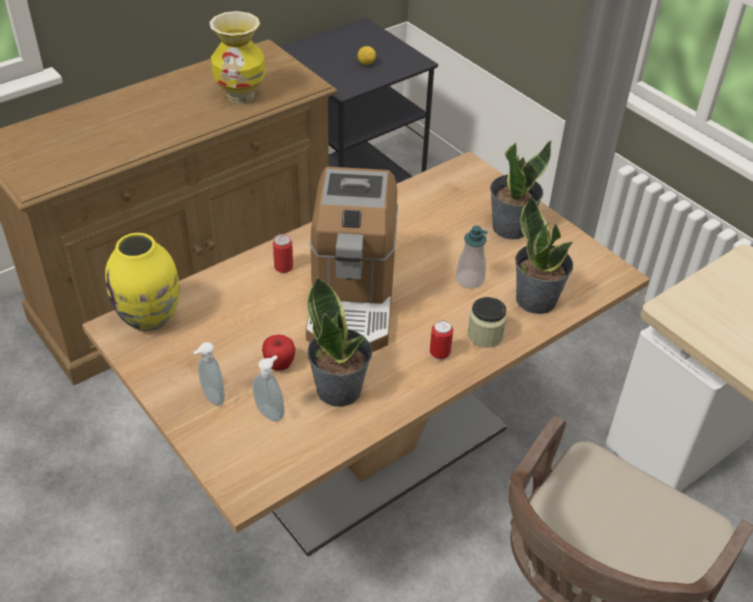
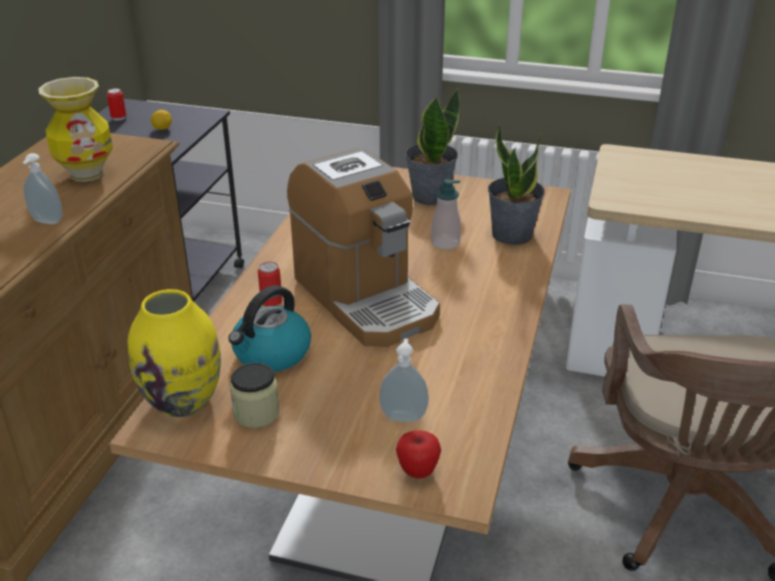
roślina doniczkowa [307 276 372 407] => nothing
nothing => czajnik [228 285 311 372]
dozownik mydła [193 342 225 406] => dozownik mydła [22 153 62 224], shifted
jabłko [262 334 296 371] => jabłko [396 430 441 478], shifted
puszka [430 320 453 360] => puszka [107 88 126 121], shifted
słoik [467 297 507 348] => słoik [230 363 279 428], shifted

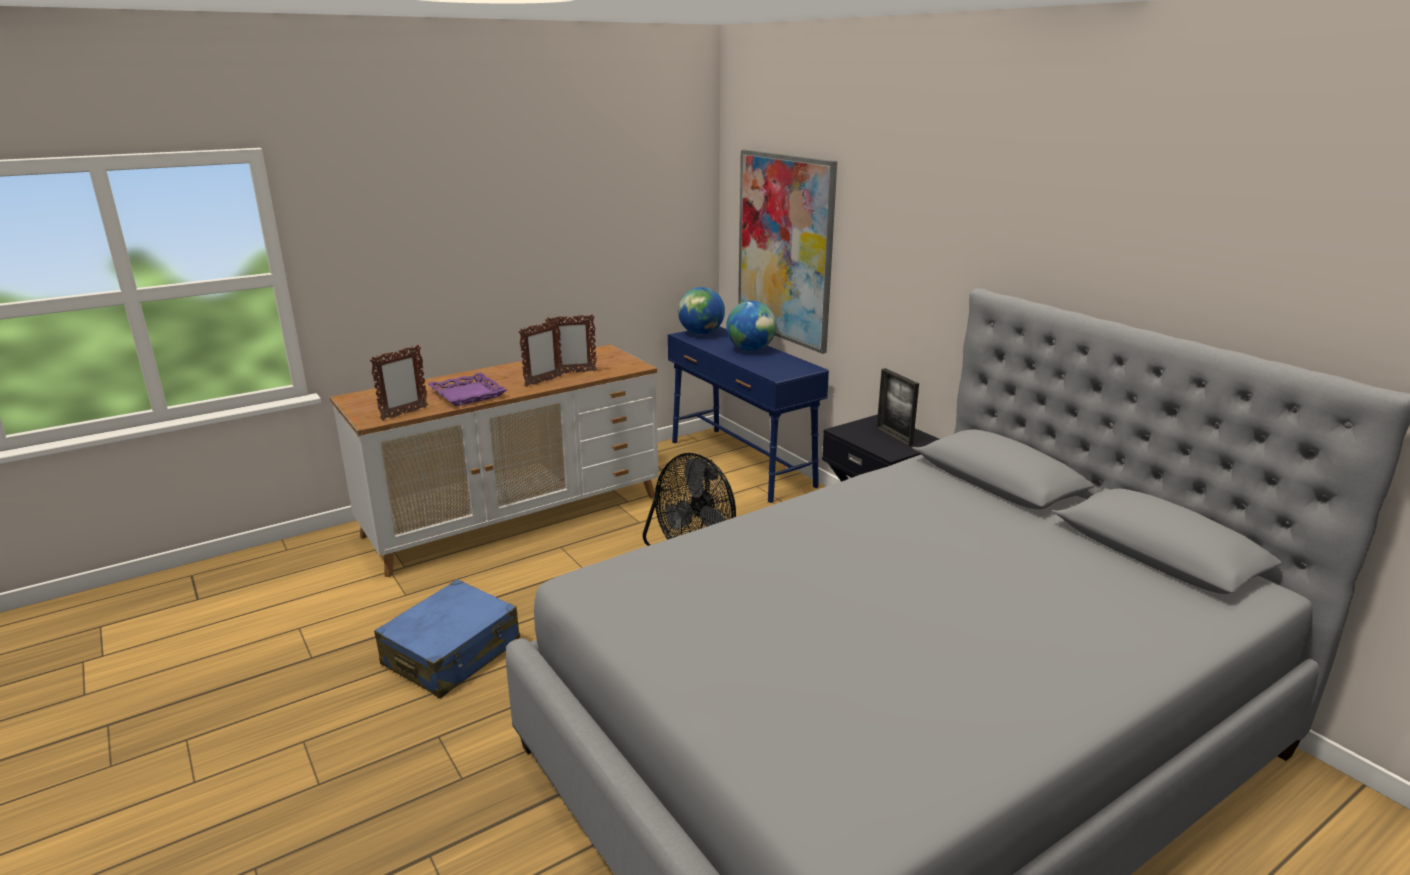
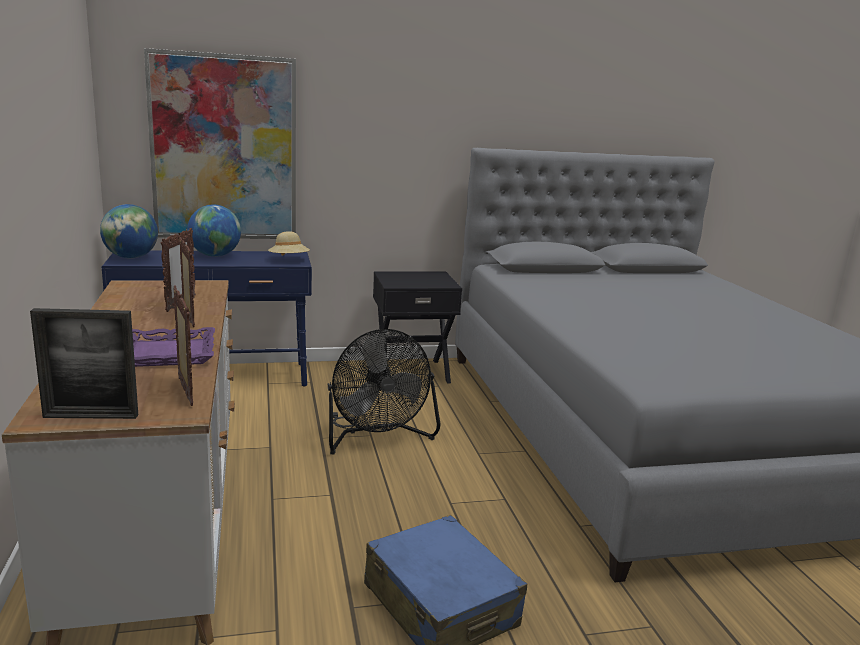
nothing => kapelusz [beżowy] [268 231 310 256]
ramka na zdjęcie [877 368 919 446] => ramka na zdjęcie [30 308 138 419], shifted

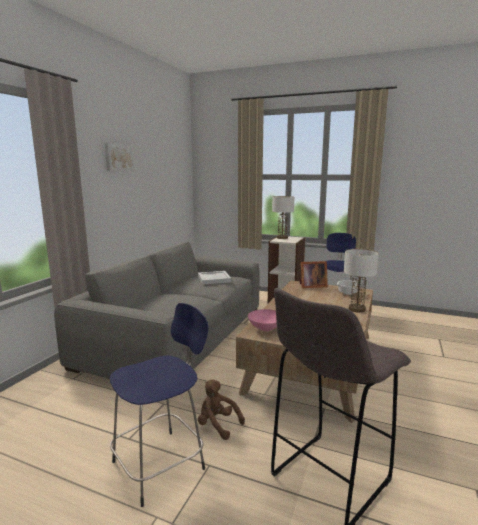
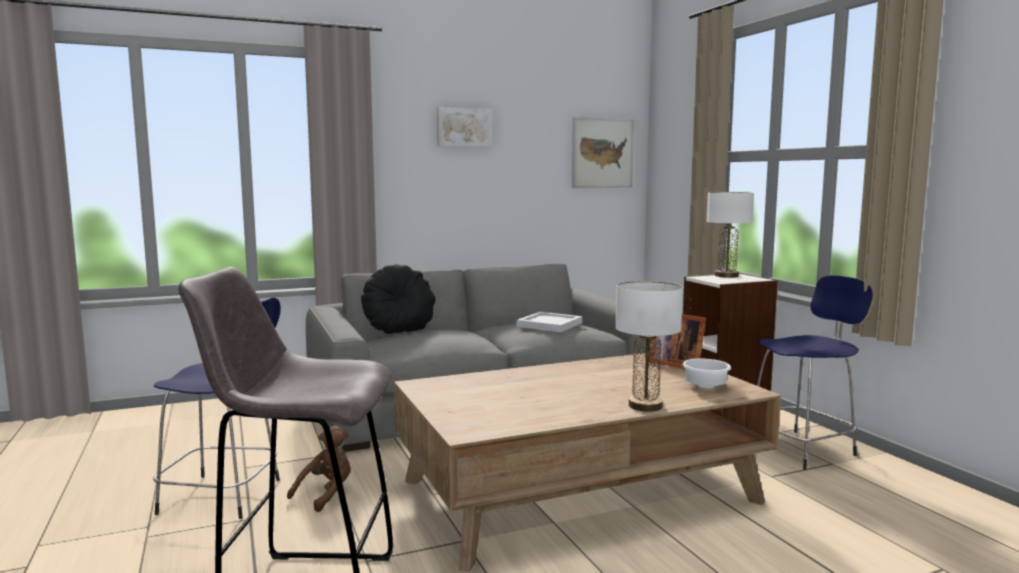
miska [różowy] [248 309 277 331] => nothing
nothing => poduszka [czarny] [361 264 435 334]
nothing => obraz [572 117 634 188]
pluszak [brązowy] [198 380 245 440] => pluszak [brązowy] [287 426 351 512], 45 degrees clockwise

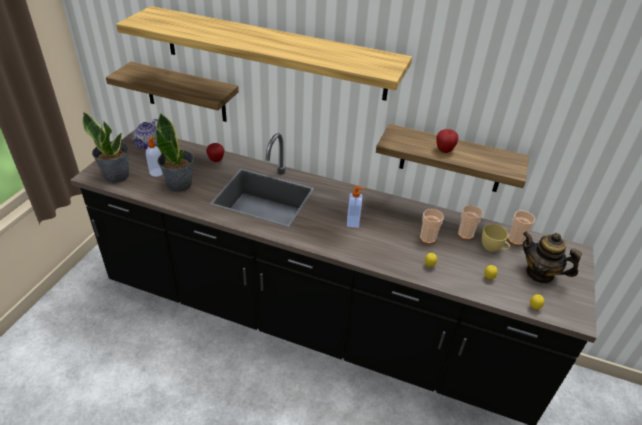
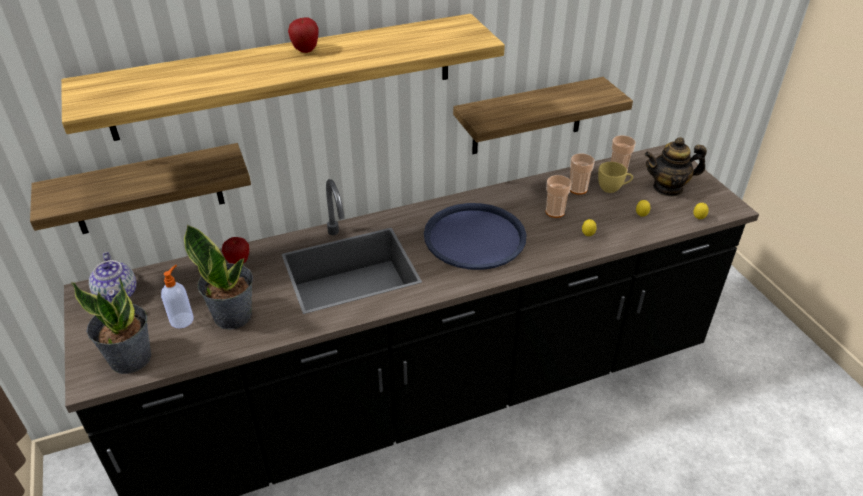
jabłko [436 129 458 153] => jabłko [288 18 318 53], shifted
dozownik mydła [347 186 365 228] => taca [niebieski] [424 203 527 270]

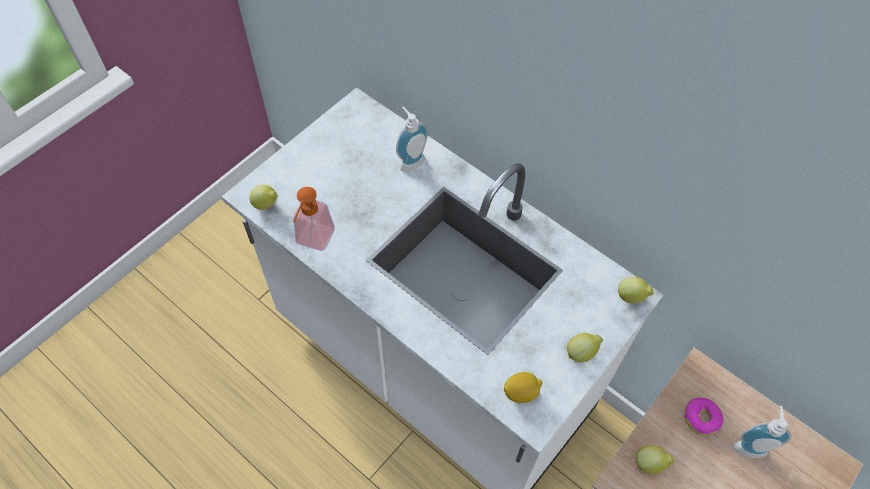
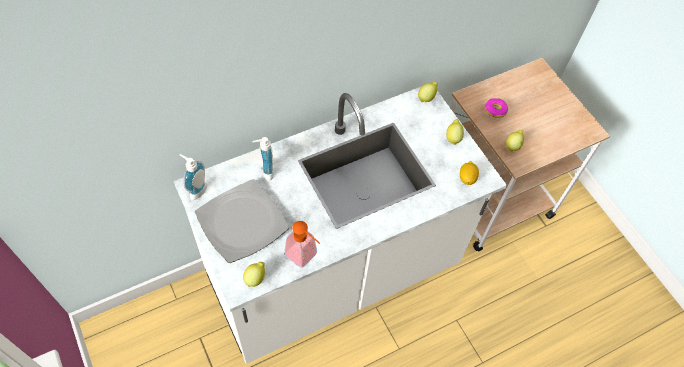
nothing => talerz [195 179 289 263]
dozownik mydła [733 406 792 458] => dozownik mydła [180 154 207 200], shifted

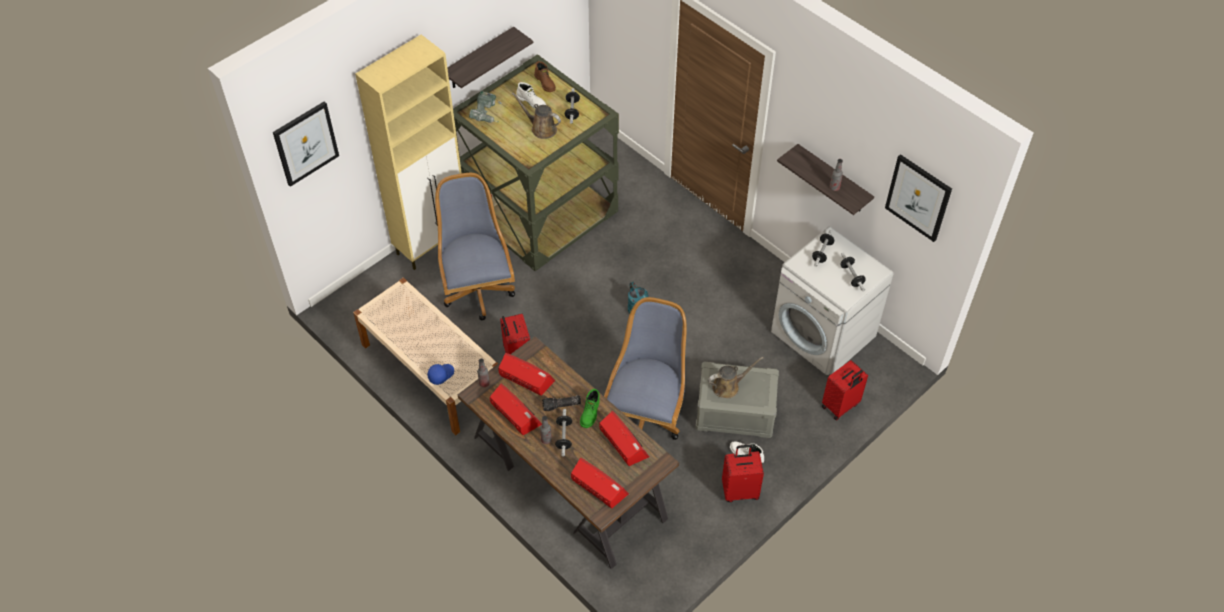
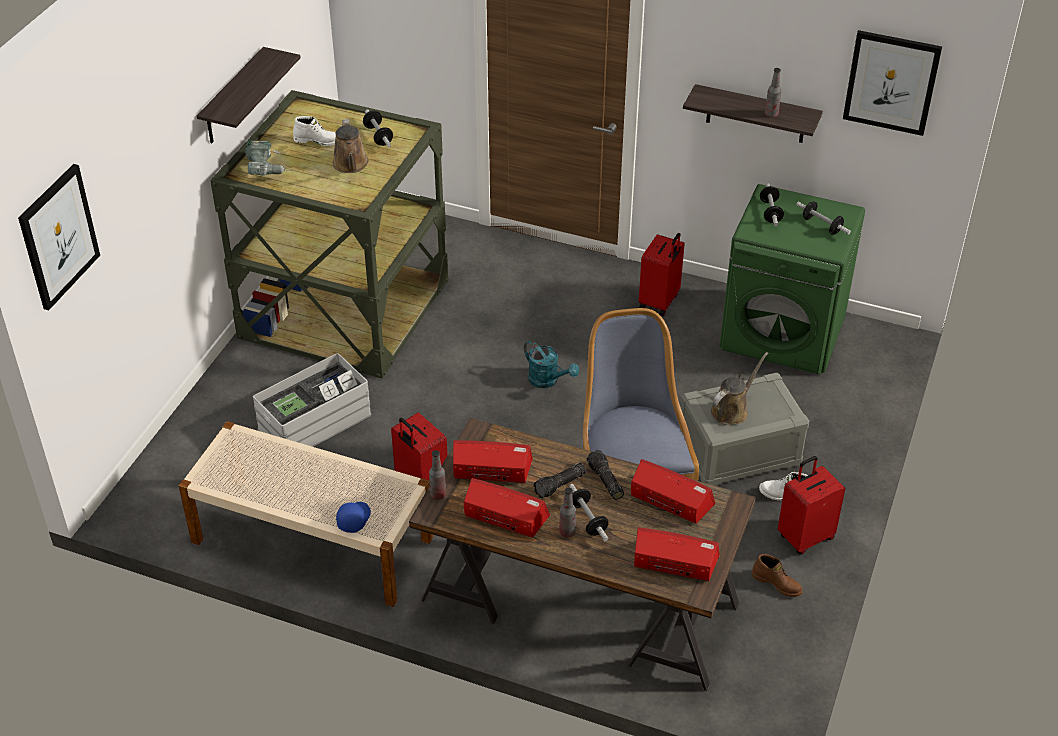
szafka [beżowy] [355 35 462 270] => nothing
but z cholewką [brązowy] [534 61 556 92] => but z cholewką [brązowy] [752 554 803 597], shifted
walizka [czerwony] [822 360 868 420] => walizka [czerwony] [639 233 685 316], shifted
krzesło biurowe [niebieski] [435 173 515 320] => pojemnik do przechowywania [szary] [253 353 371 458]
but z cholewką [zielony] [580 389 600 428] => latarka [587 450 624 500]
pralka [biały] [771 226 893 375] => pralka [zielony] [720 184 865 375]
konewka [brązowy] [512 93 561 139] => konewka [brązowy] [333 119 369 173], 105 degrees counterclockwise

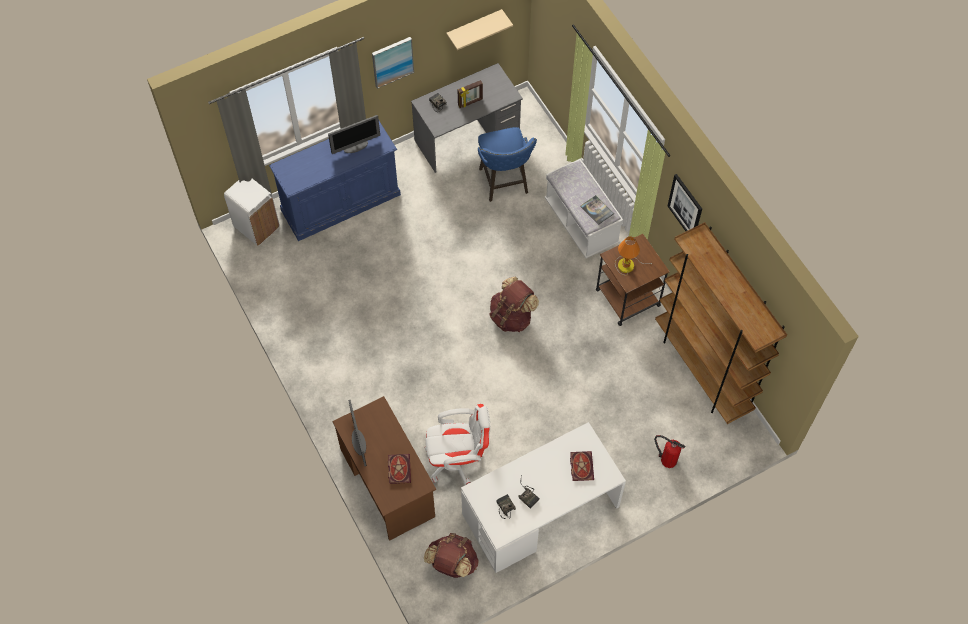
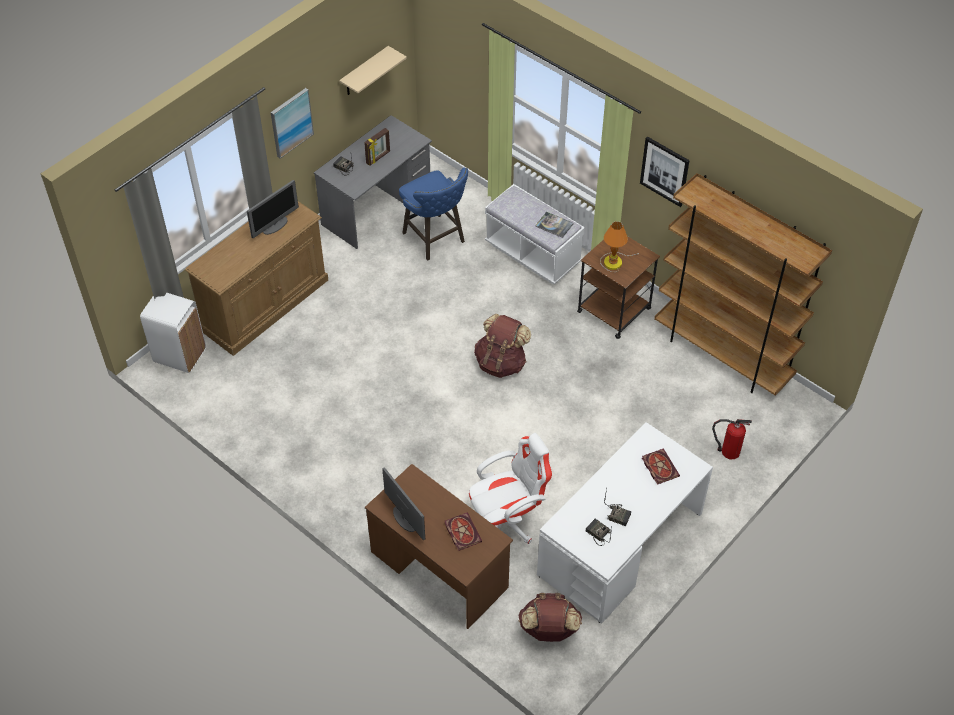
szafka [niebieski] [269 121 401 241] => szafka [brązowy] [185 201 328 356]

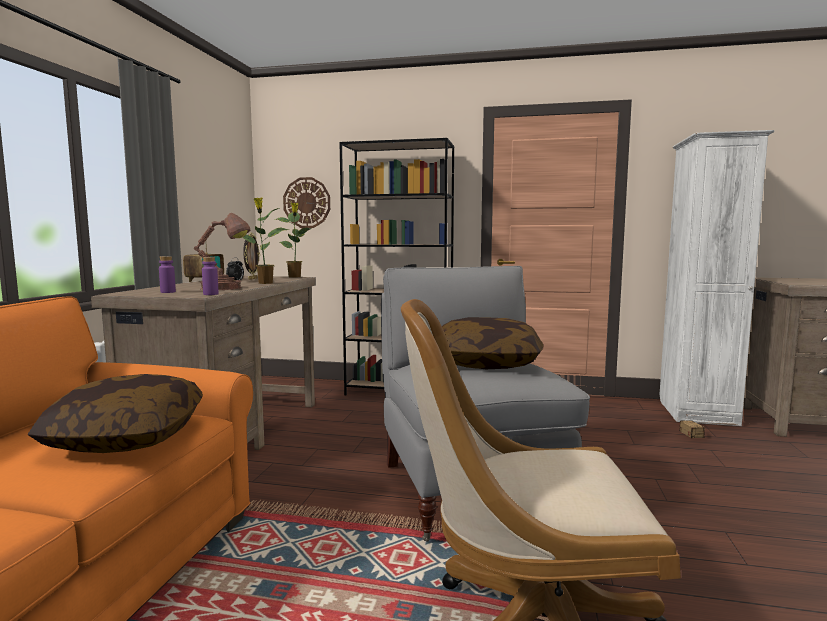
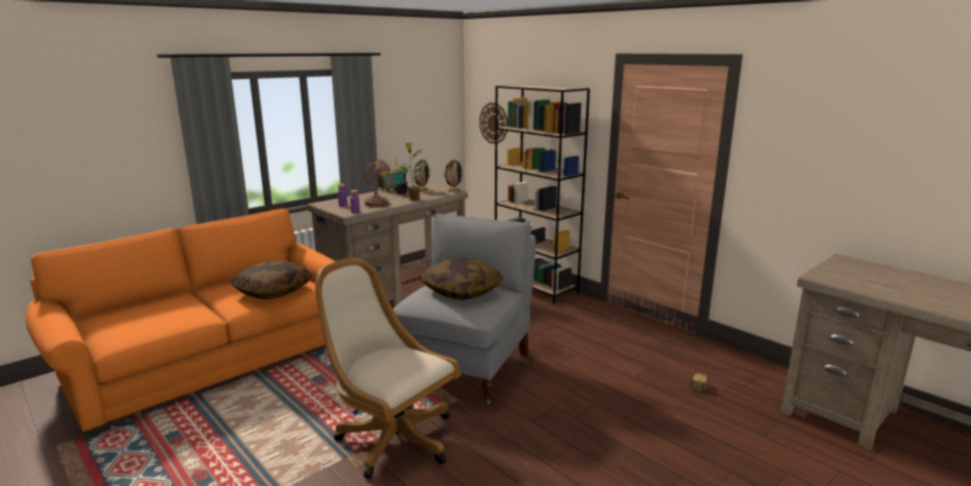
szafka [biały] [659 130 774 426] => nothing
roślina doniczkowa [275 203 311 278] => ramka na zdjęcie [444 159 464 191]

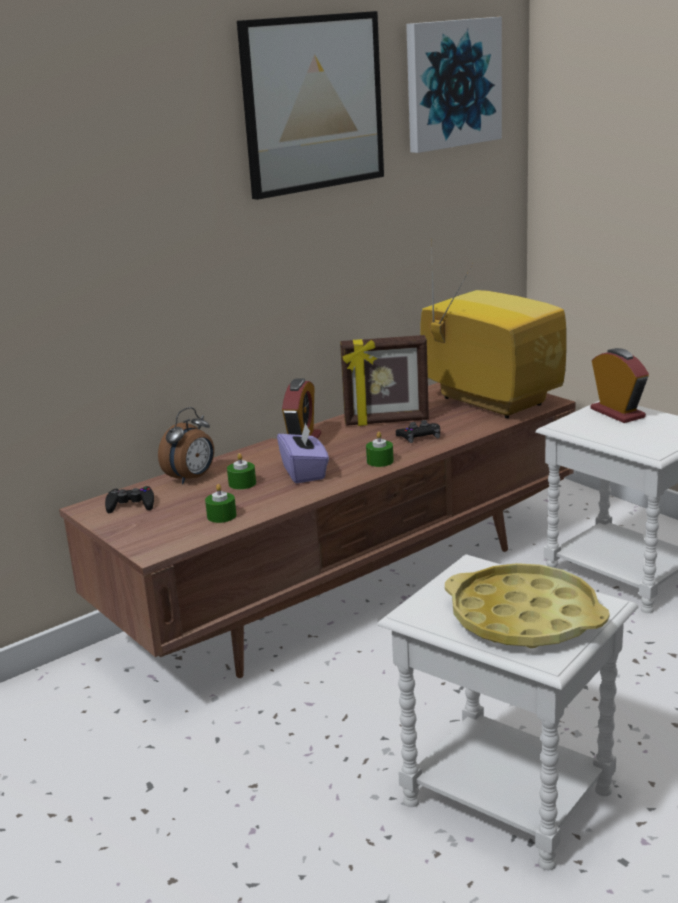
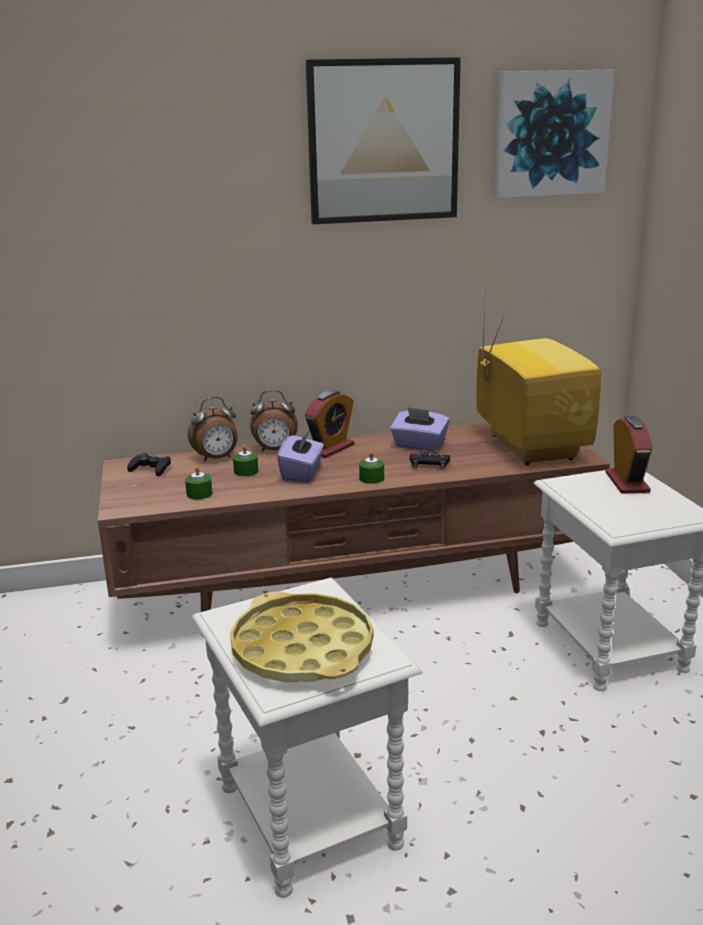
nothing => budzik [250 390 298 452]
ramka na zdjęcie [340 335 429 426] => pudełko chusteczek [fioletowy] [390 407 450 451]

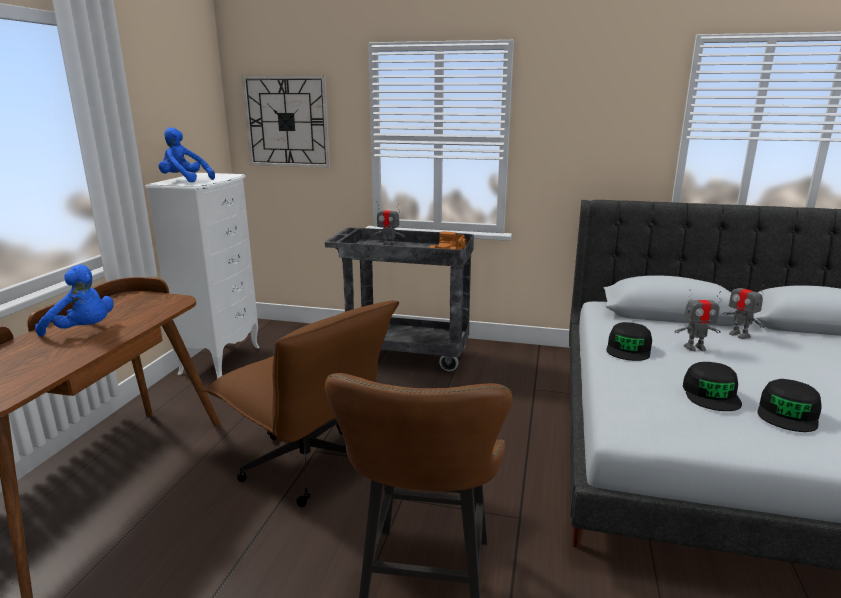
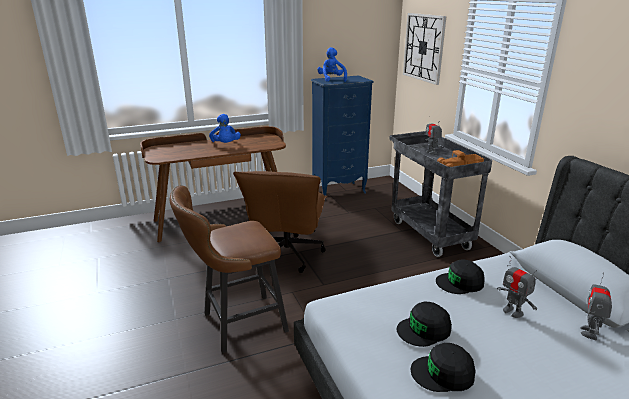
komoda [biały] [145 173 260 379] => komoda [niebieski] [311 75 374 200]

